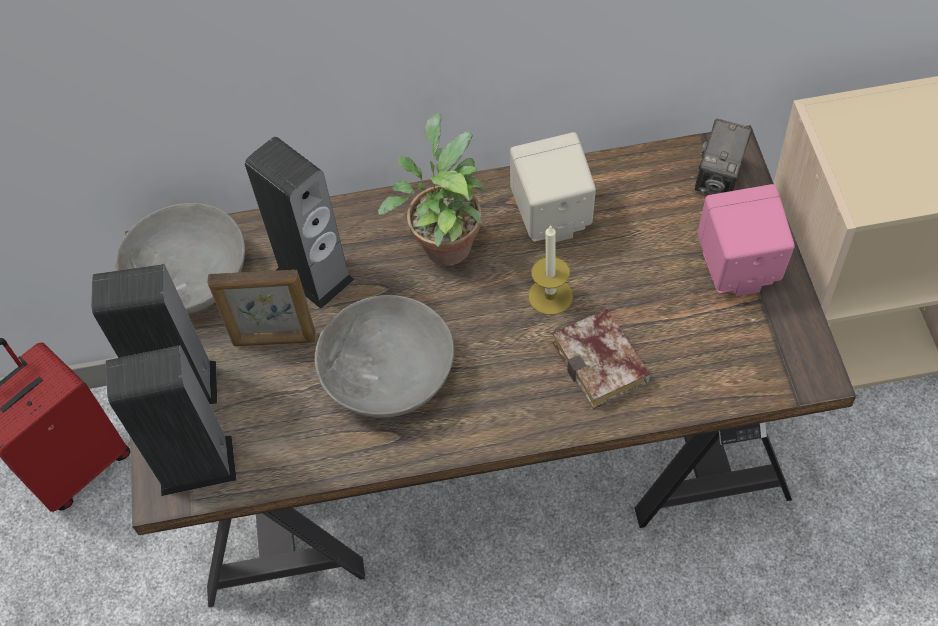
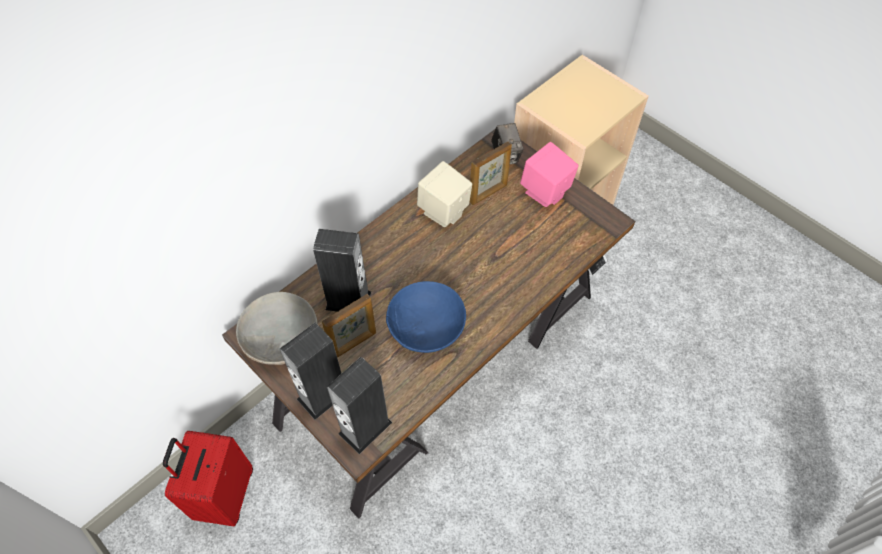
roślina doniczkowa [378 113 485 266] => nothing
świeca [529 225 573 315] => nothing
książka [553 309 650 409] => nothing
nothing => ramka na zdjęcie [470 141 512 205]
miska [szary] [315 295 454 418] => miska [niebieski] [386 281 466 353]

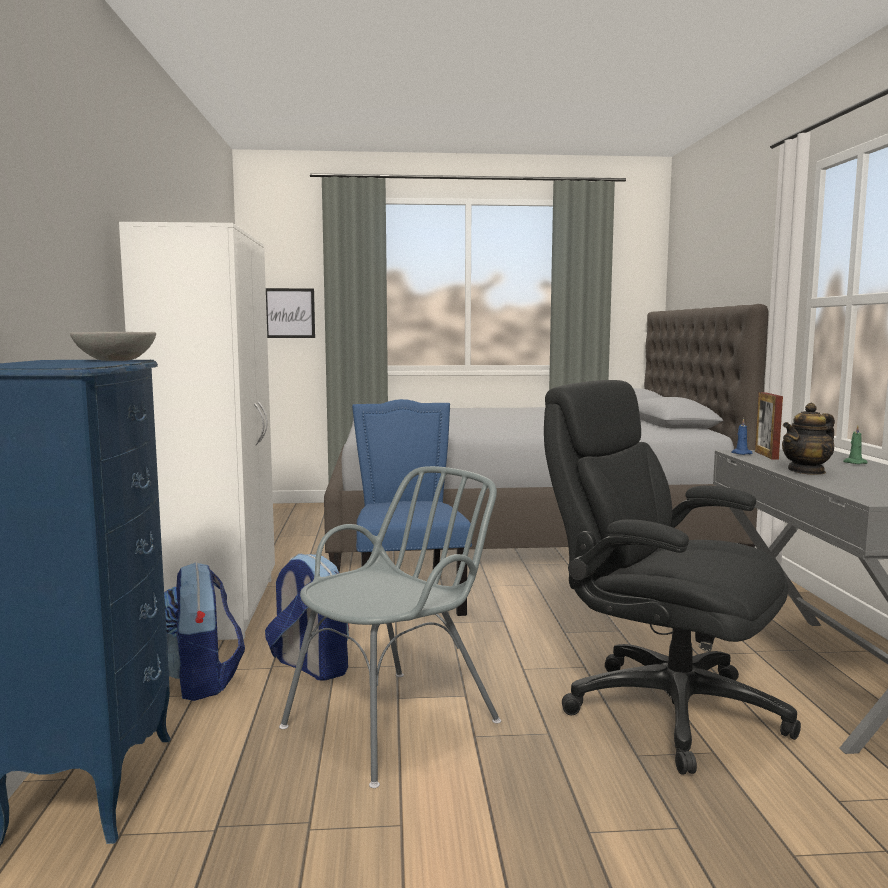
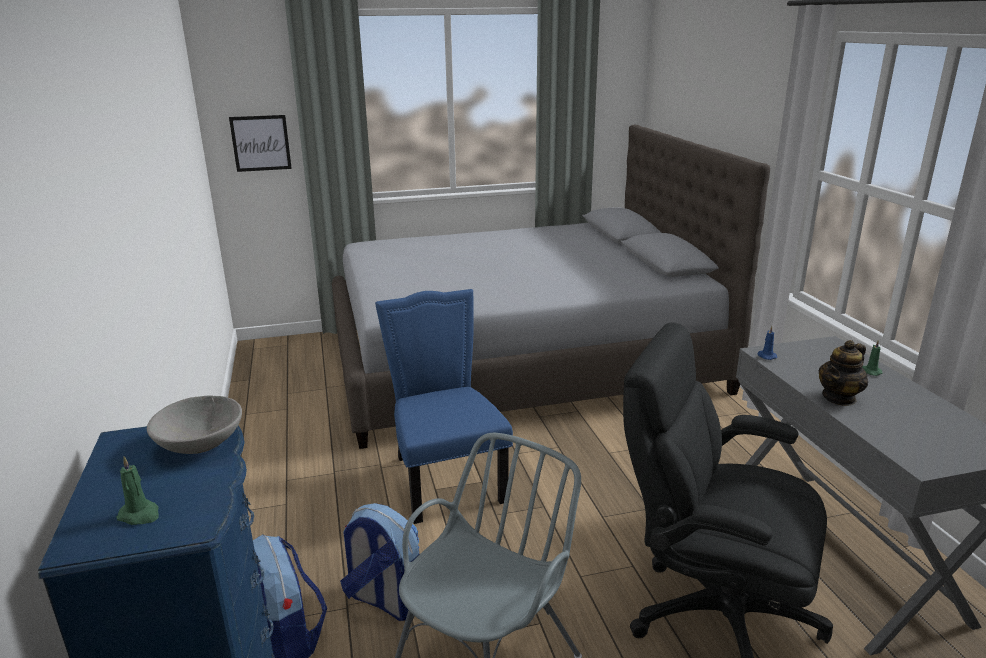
szafa [biały] [119 222 275 640] => nothing
ramka na zdjęcie [755 392 783 460] => nothing
nothing => świeca [zielony] [116 456 159 525]

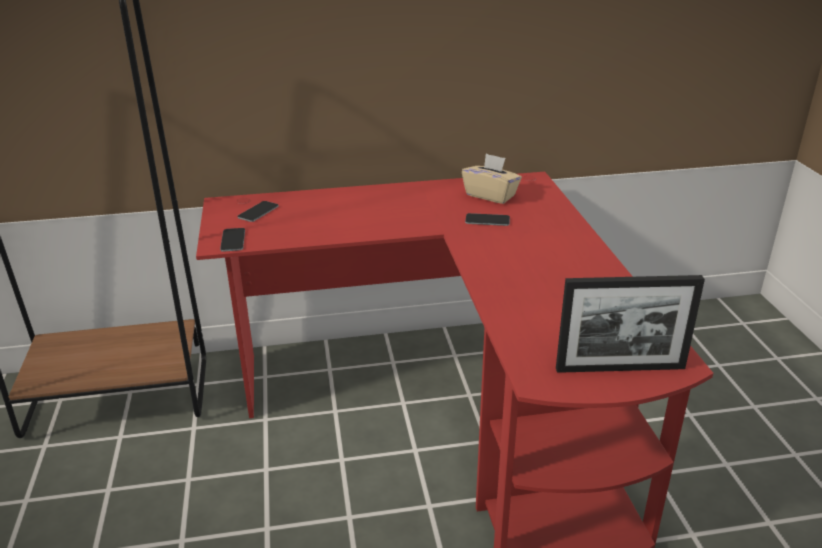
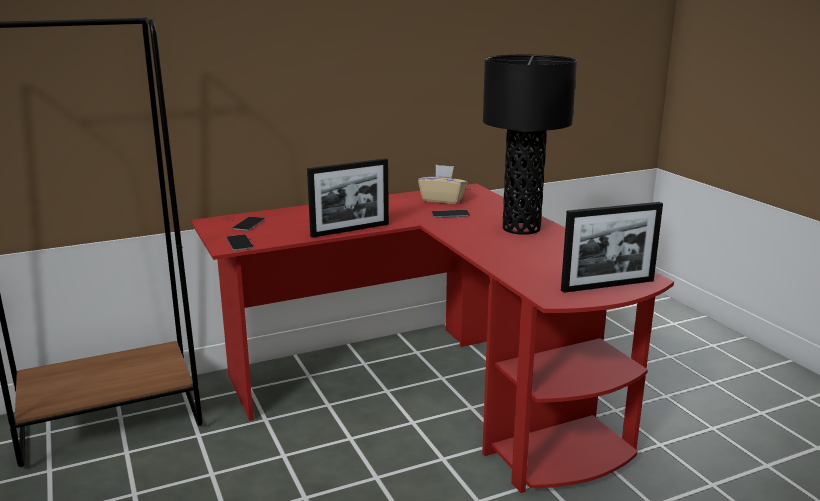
nothing => ramka na zdjęcie [307 158 389 238]
nothing => lampa stołowa [czarny] [483 54 577 235]

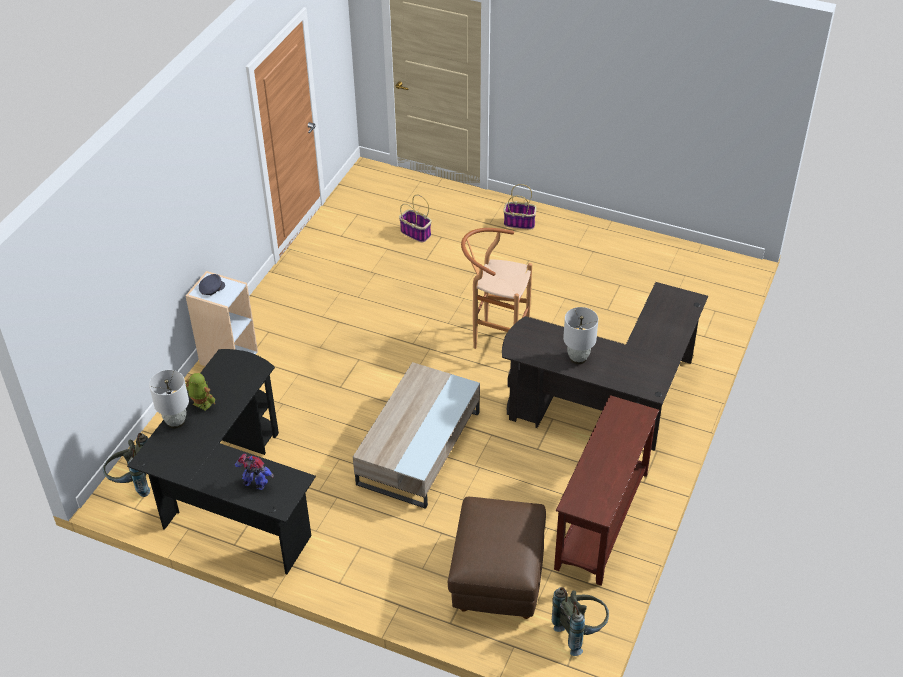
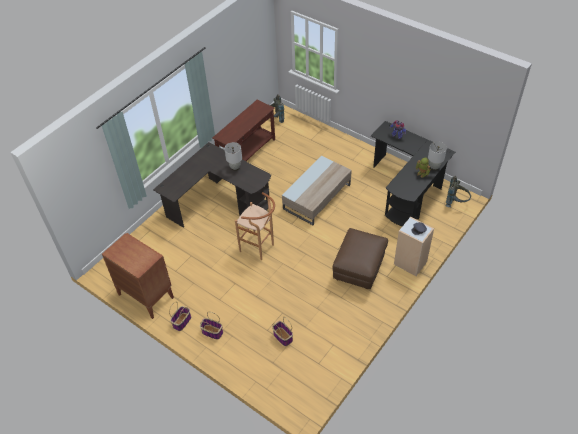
nothing => komoda [brązowy] [102 233 174 319]
nothing => koszyk [169 302 191 331]
pufa [brązowy] [448 497 546 619] => pufa [brązowy] [333 228 388 289], shifted

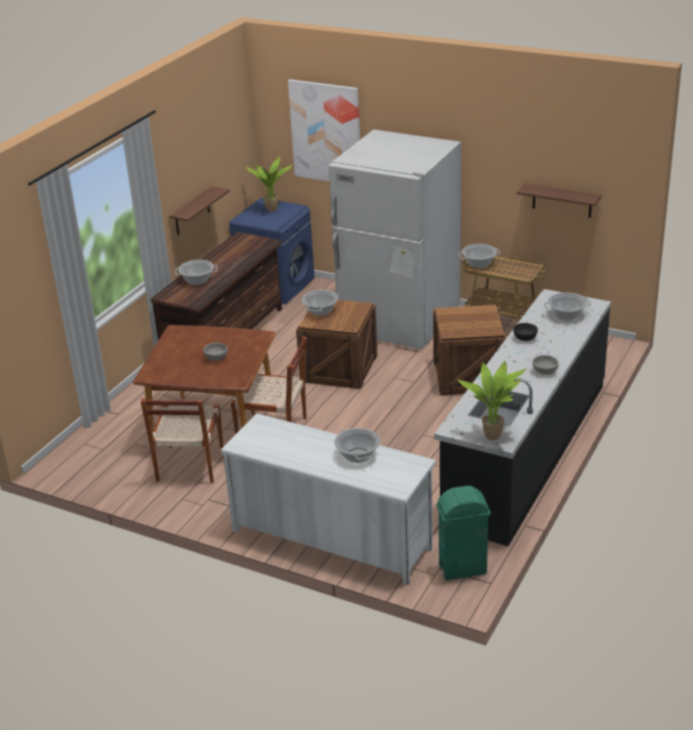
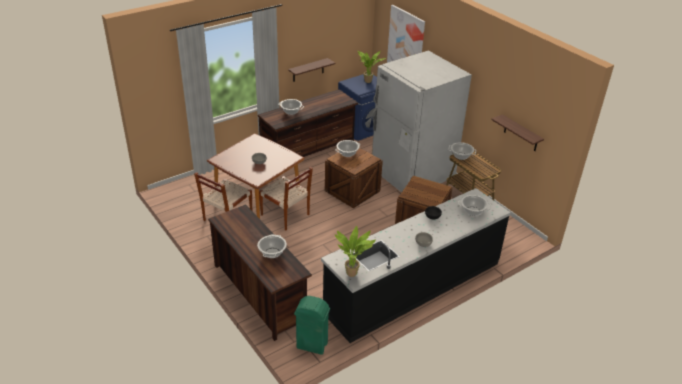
komoda [biały] [221 413 436 585] => komoda [brązowy] [208 204 312 341]

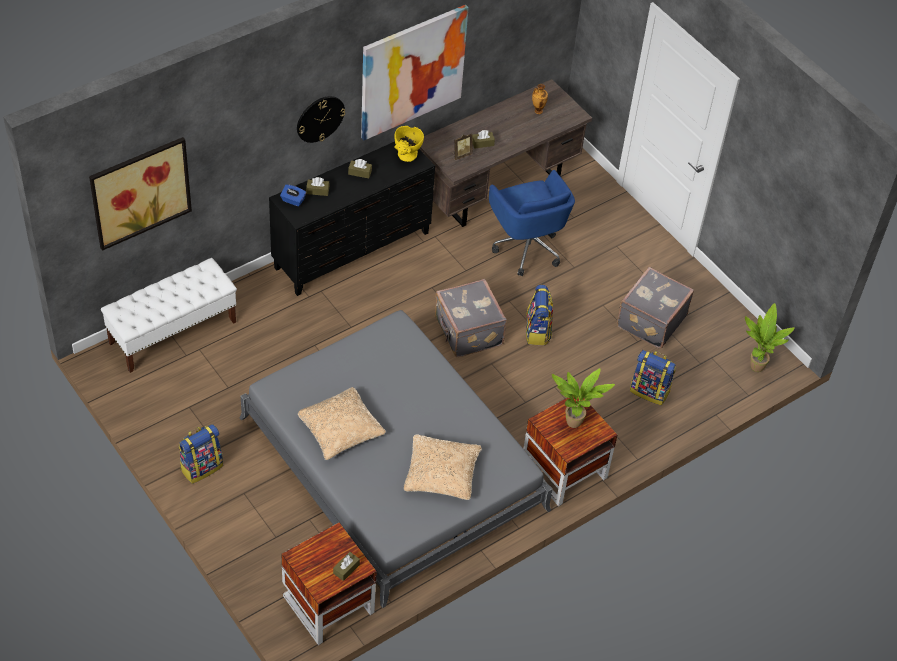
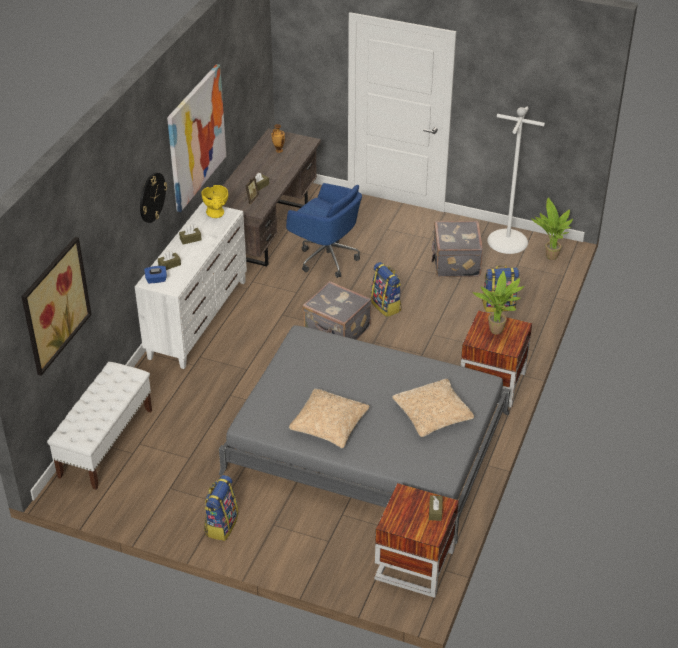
nothing => wieszak [biały] [487 107 545 254]
komoda [czarny] [269 142 435 296] => komoda [biały] [135 202 247 369]

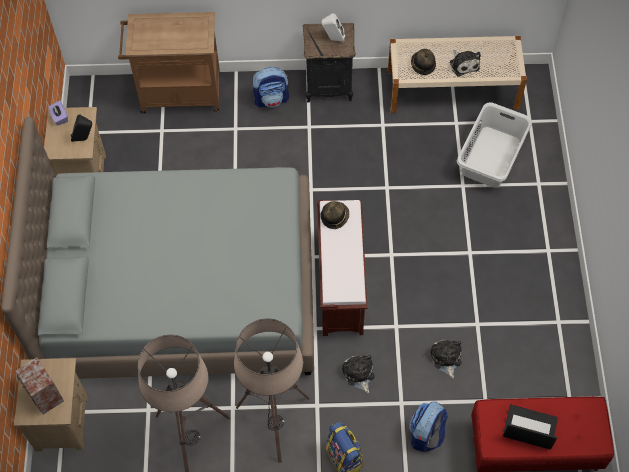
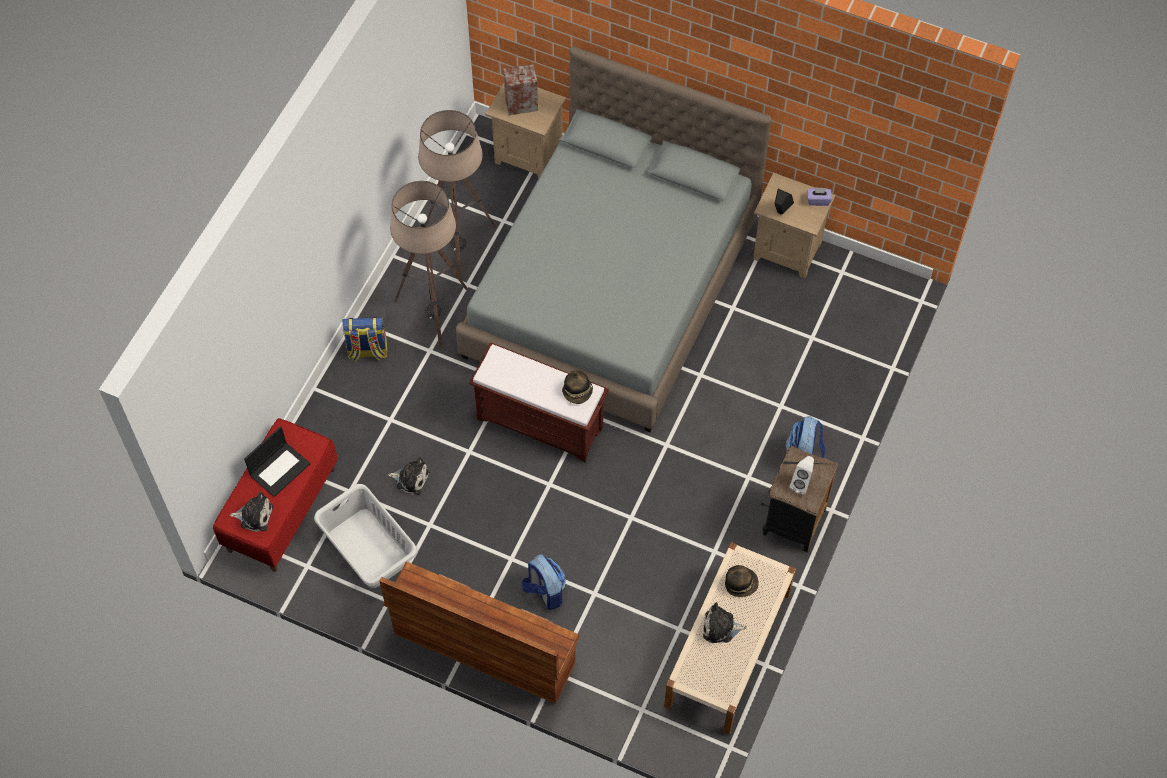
wózek [brązowy] [118 12 220 114] => nothing
nothing => komoda [brązowy] [380 562 580 704]
pluszak [342 355 375 393] => pluszak [230 492 273 532], shifted
plecak [409 401 448 452] => plecak [522 555 566 610], shifted
kosz na pranie [szary] [457 102 532 188] => kosz na pranie [szary] [314 484 418 588], shifted

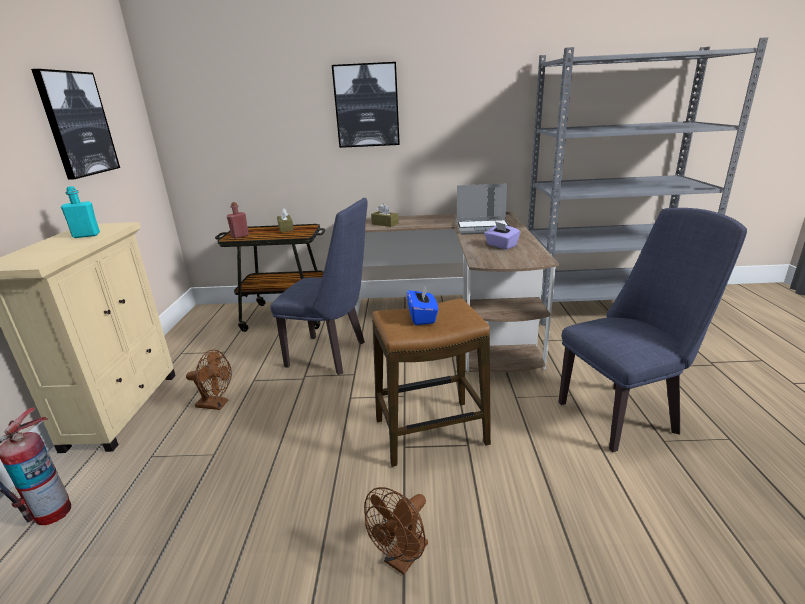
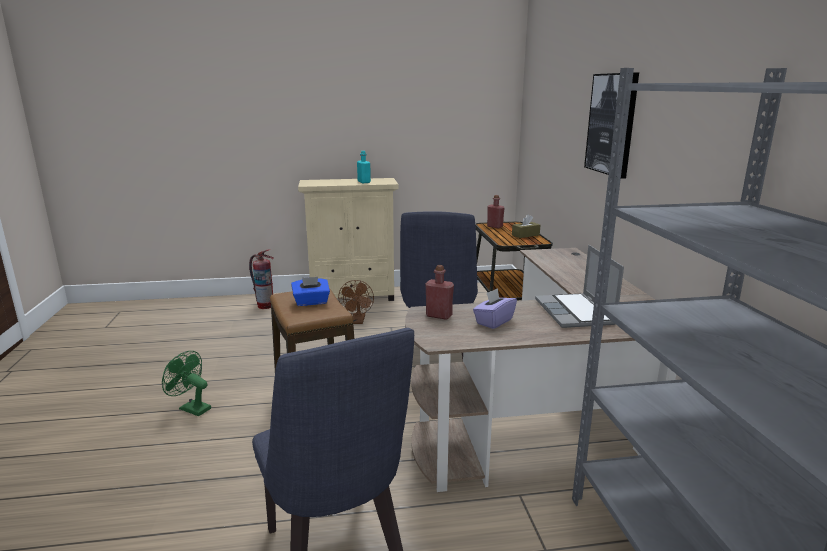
obraz [31 69 120 180] => nothing
pudełko chusteczek [brązowy] [371 203 399 227] => nothing
nothing => butelka [czerwony] [425 265 454 320]
wentylator [brązowy] [364 487 428 575] => wentylator [zielony] [162 351 211 416]

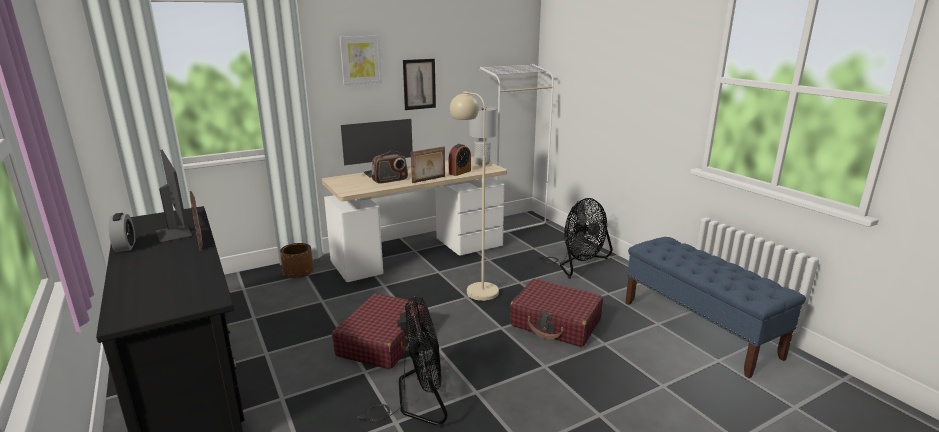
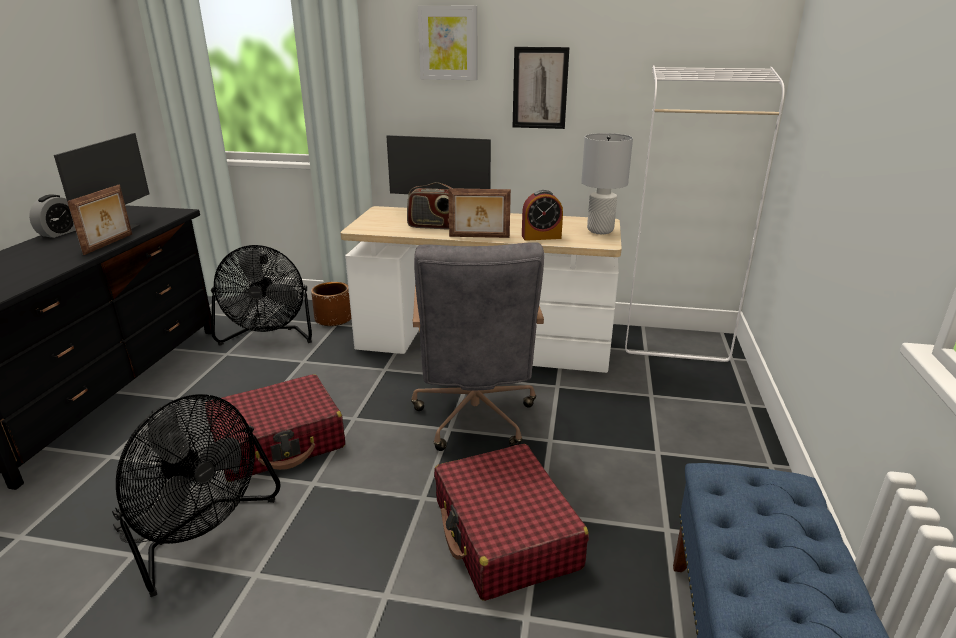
wentylator [czarny] [539 198 612 279] => wentylator [czarny] [211 245 312 346], shifted
lampa stojąca [beżowy] [450 91 499 301] => krzesło biurowe [szary] [411 242 544 451]

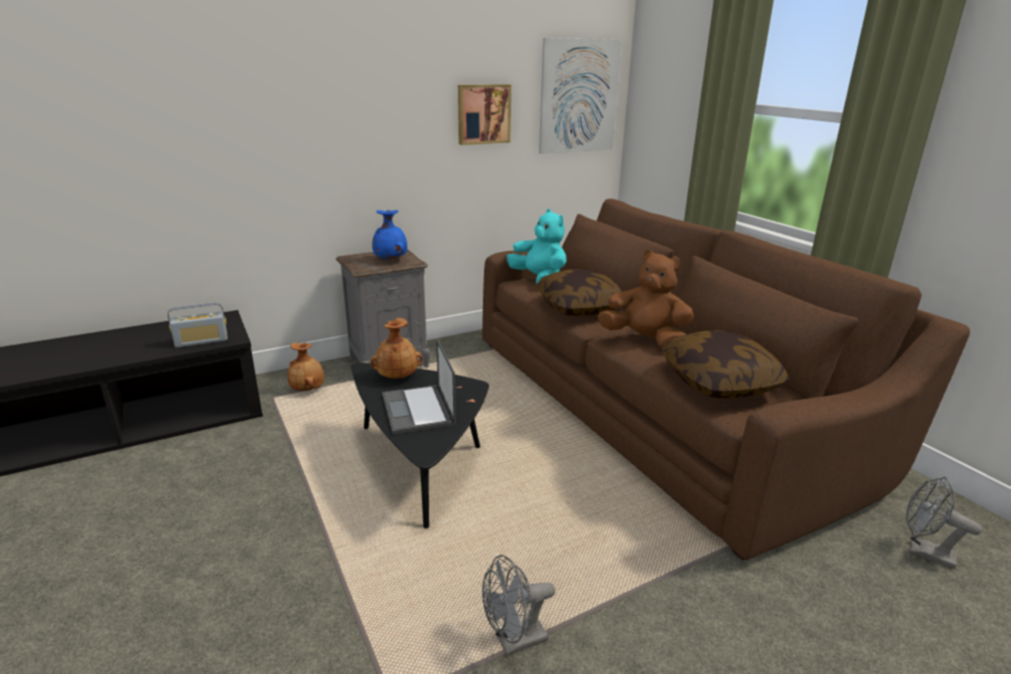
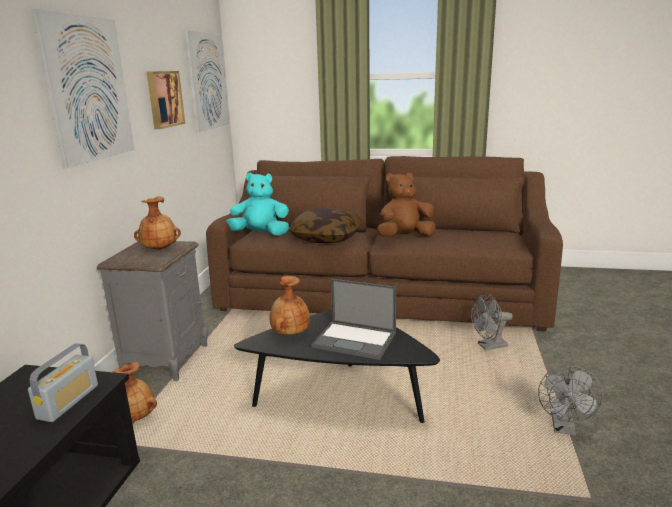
poduszka [661 330 790 398] => nothing
nothing => obraz [31 8 134 168]
wentylator [szary] [906 477 982 569] => wentylator [szary] [471 293 513 350], shifted
wazon [niebieski] [372 210 407 260] => wazon [brązowy] [134 196 181 250]

